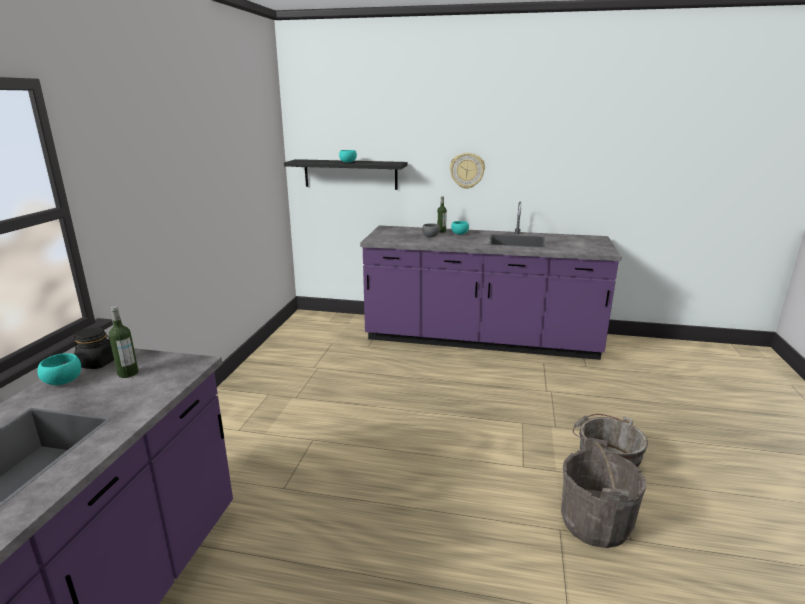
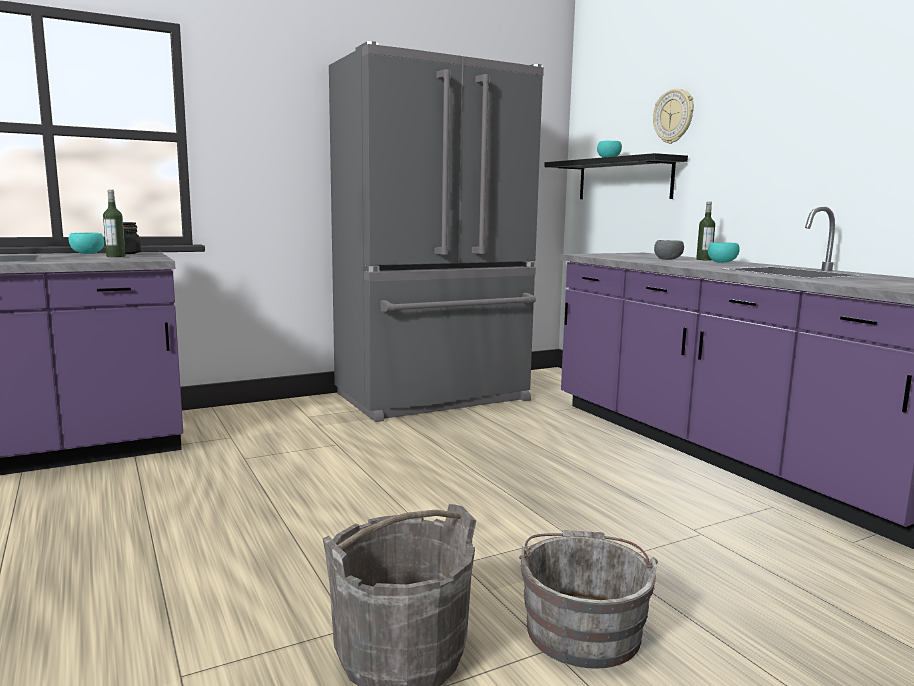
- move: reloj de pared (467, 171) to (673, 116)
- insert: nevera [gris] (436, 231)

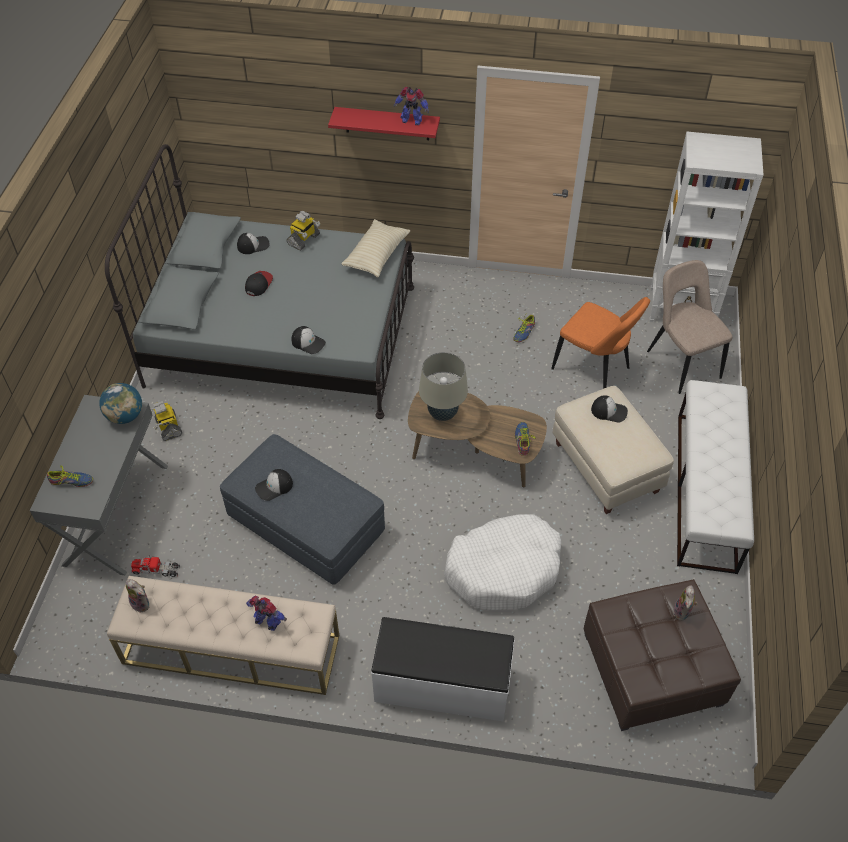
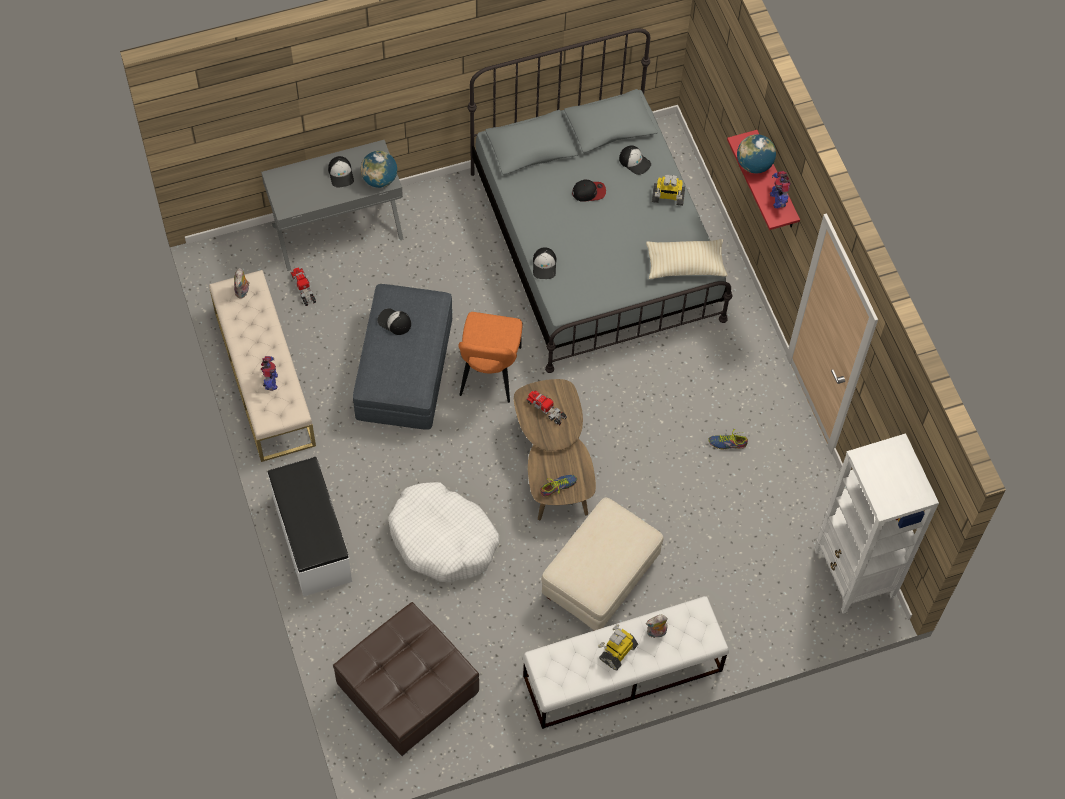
- delete: zapato (70, 476)
- move: robot de juguete (166, 421) to (618, 647)
- replace: lámpara de mesa [beis] (443, 386) to camión de juguete (546, 408)
- move: silla [naranja] (600, 343) to (490, 357)
- move: gorra (609, 408) to (341, 172)
- delete: silla [beis] (689, 327)
- move: peluche (685, 603) to (657, 626)
- insert: globo terráqueo (756, 153)

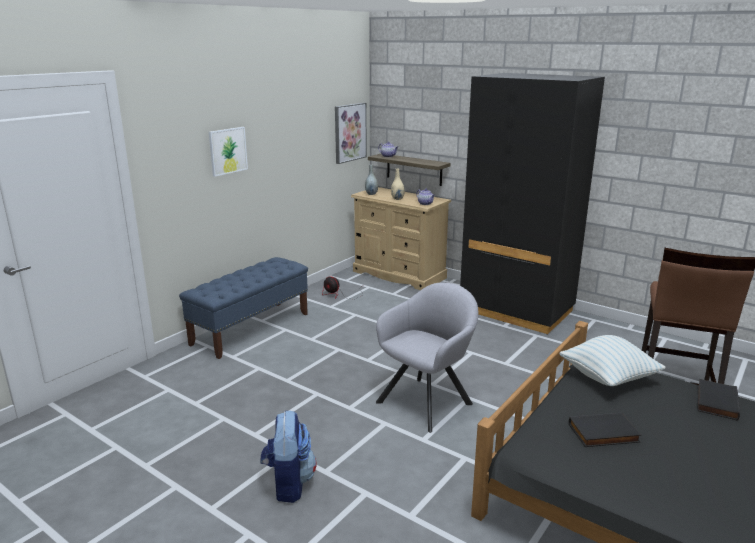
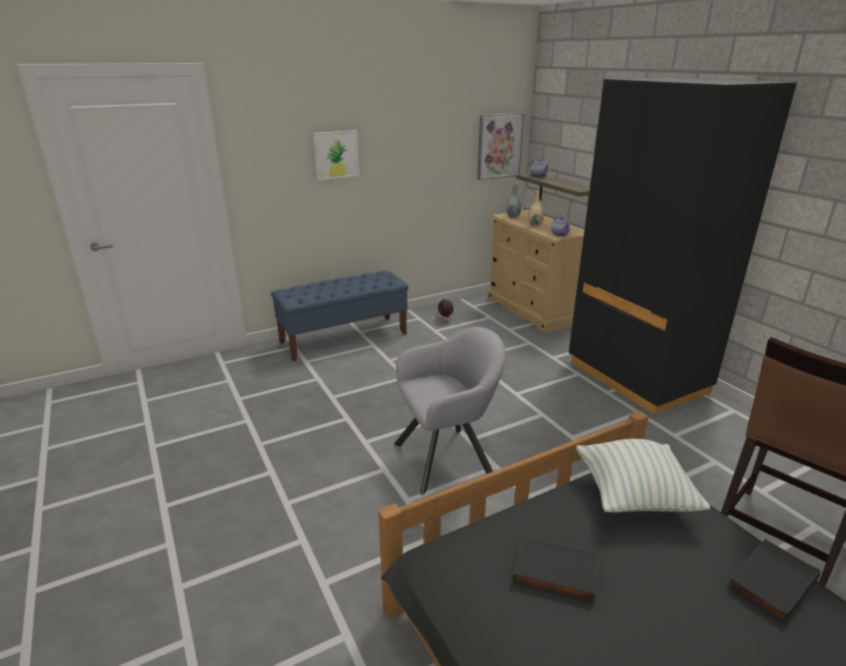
- delete: mochila (289, 457)

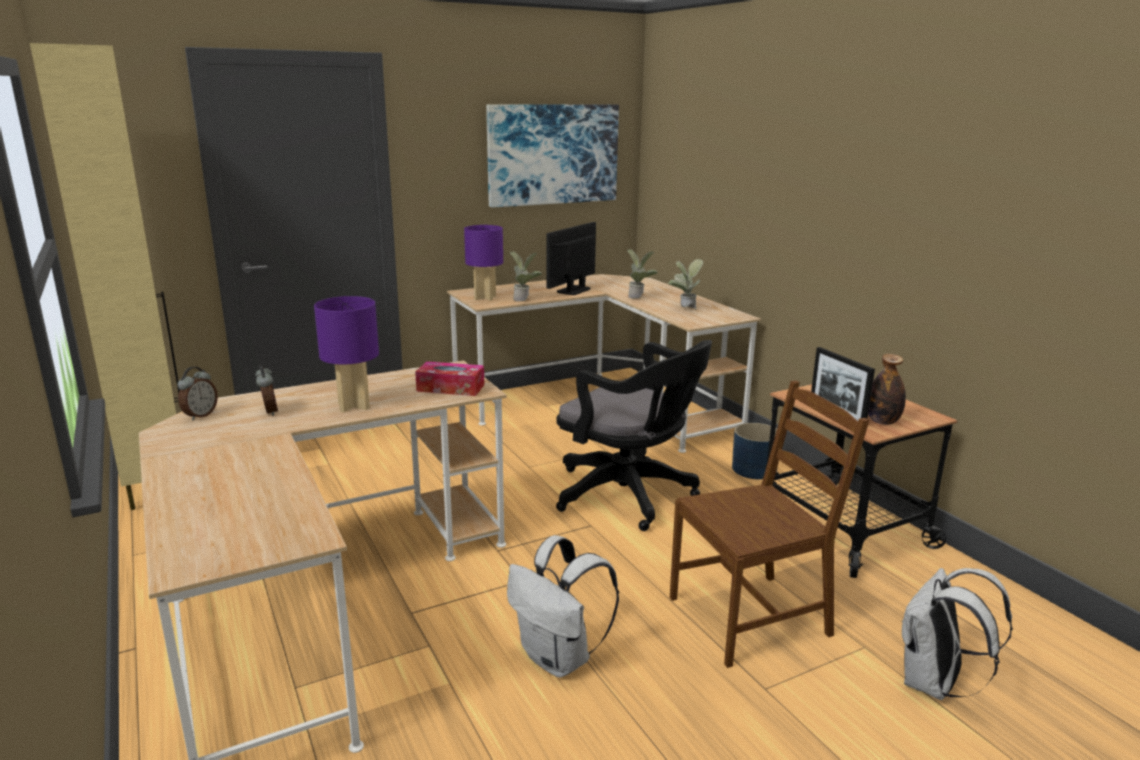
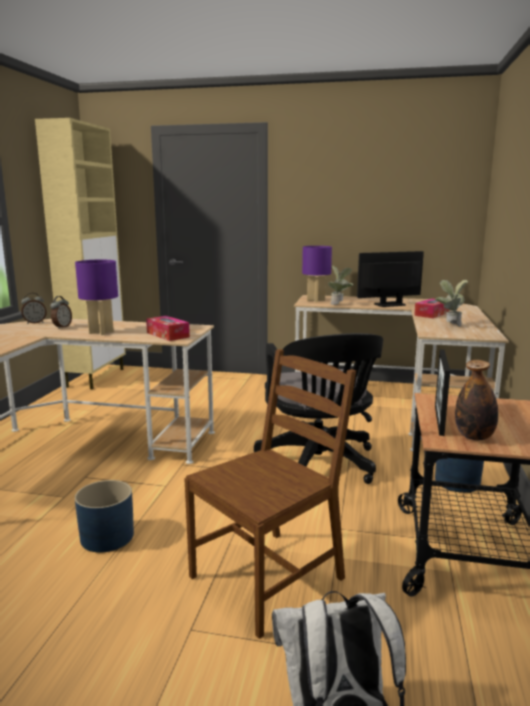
- delete: cuadro (552, 156)
- replace: mochila [blanco] (563, 606) to maceta [azul] (104, 516)
- replace: planta en maceta (642, 274) to caja de pañuelos (431, 308)
- rotate: silla [marrón] (769, 524) = (270, 494) 60 degrees counterclockwise

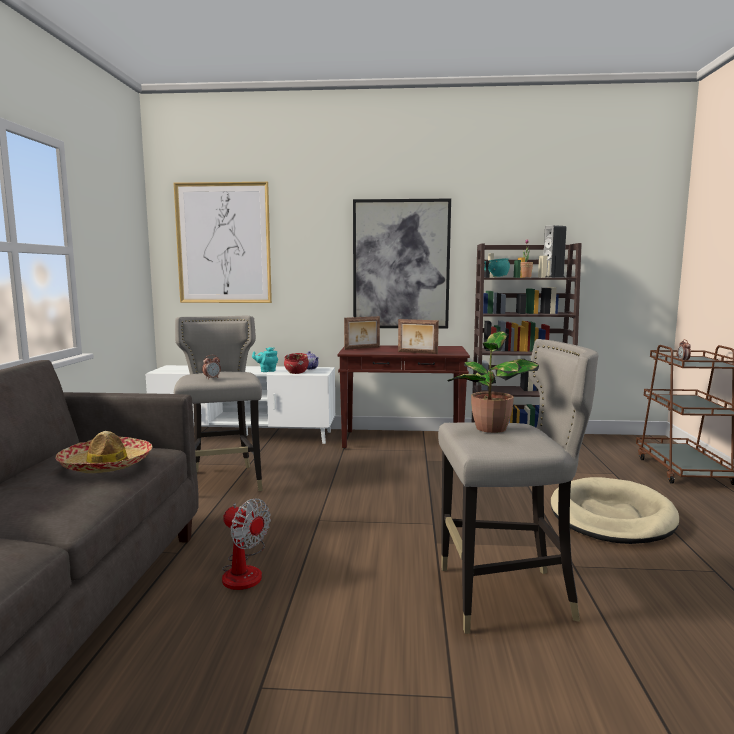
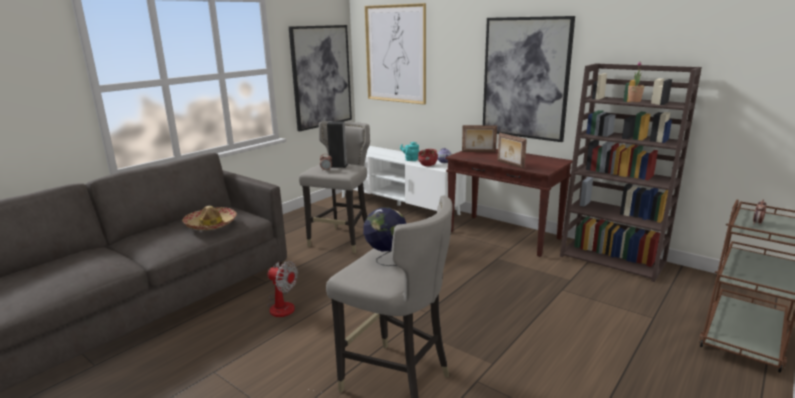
- rotate: ventilador (246, 544) = (282, 289) 45 degrees counterclockwise
- replace: planta en maceta (493, 382) to globo terráqueo (384, 236)
- delete: cuenco [turquesa] (497, 267)
- move: altavoz (555, 251) to (337, 144)
- delete: cama para perro [beis] (614, 510)
- insert: cuadro (320, 78)

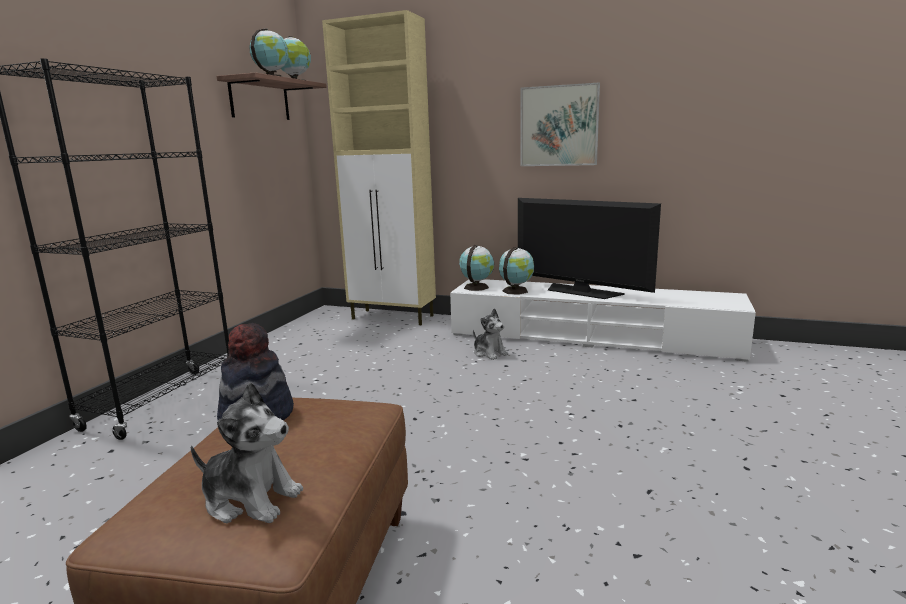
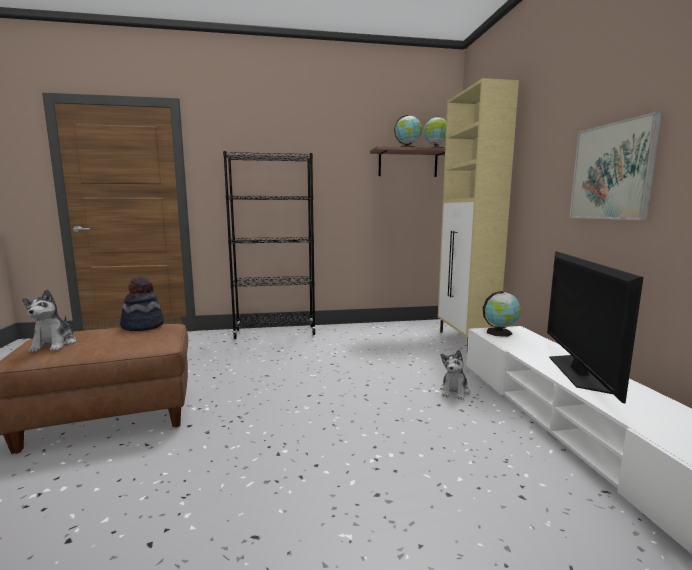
- delete: globo terráqueo (516, 271)

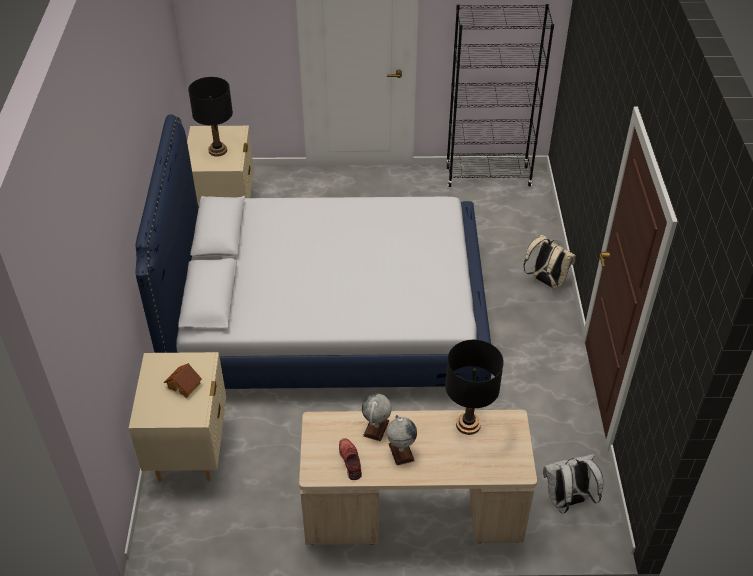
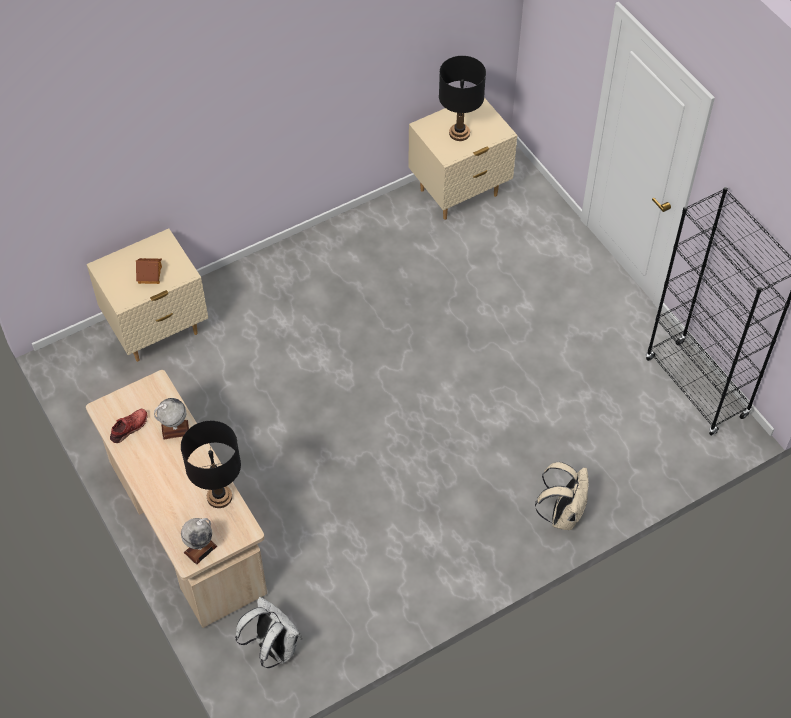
- delete: cama (313, 251)
- move: globo terráqueo (402, 440) to (199, 541)

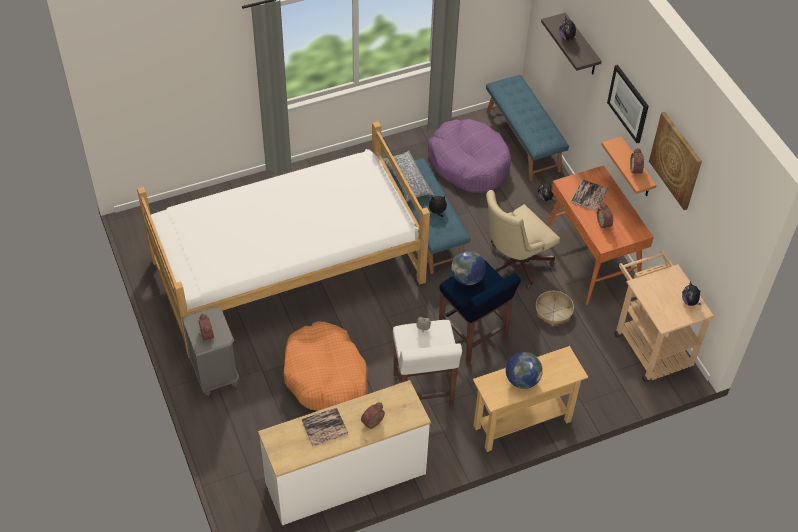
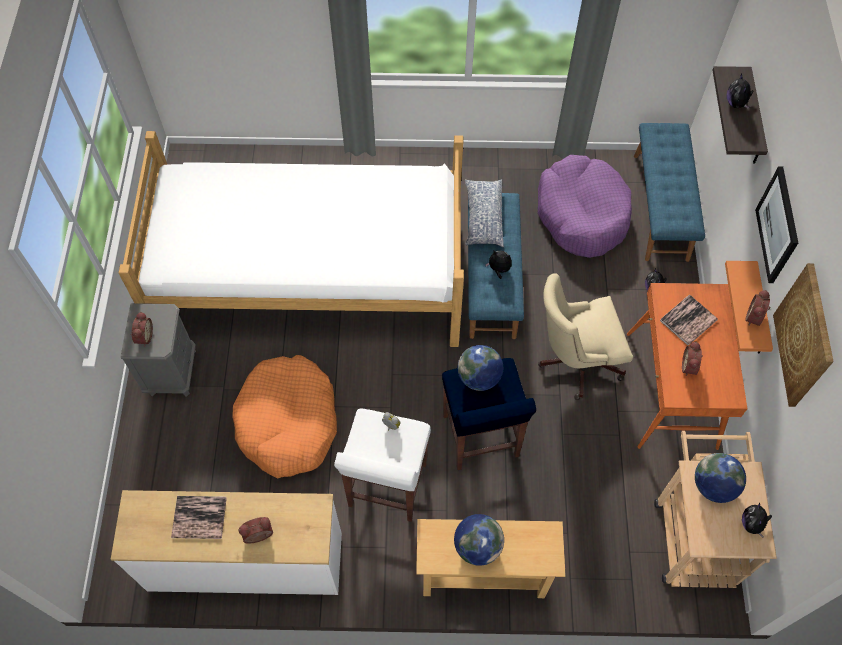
- delete: cesta (555, 308)
- insert: globo terráqueo (720, 478)

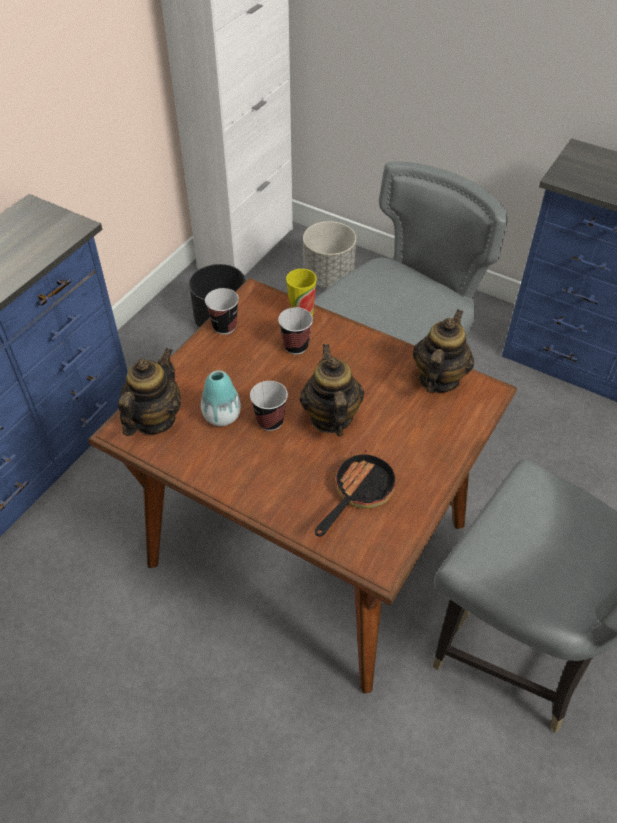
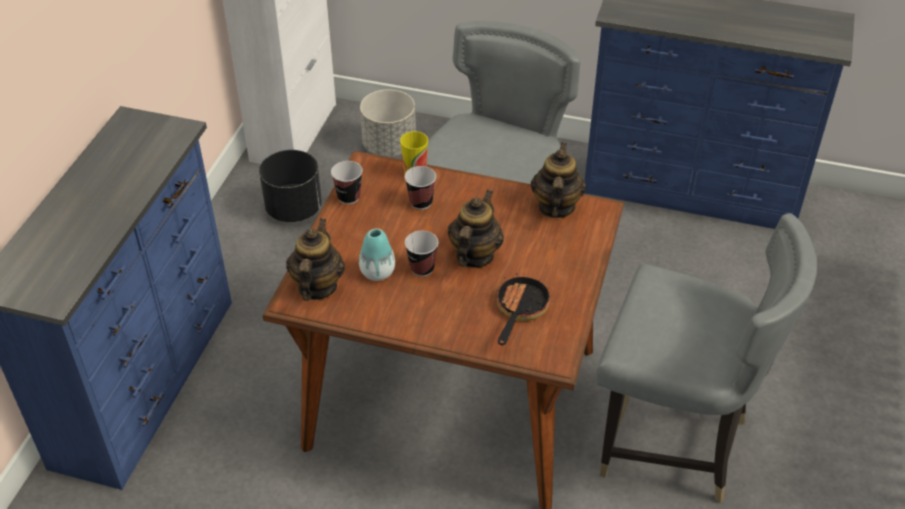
- rotate: tetera (332, 390) = (476, 229) 45 degrees clockwise

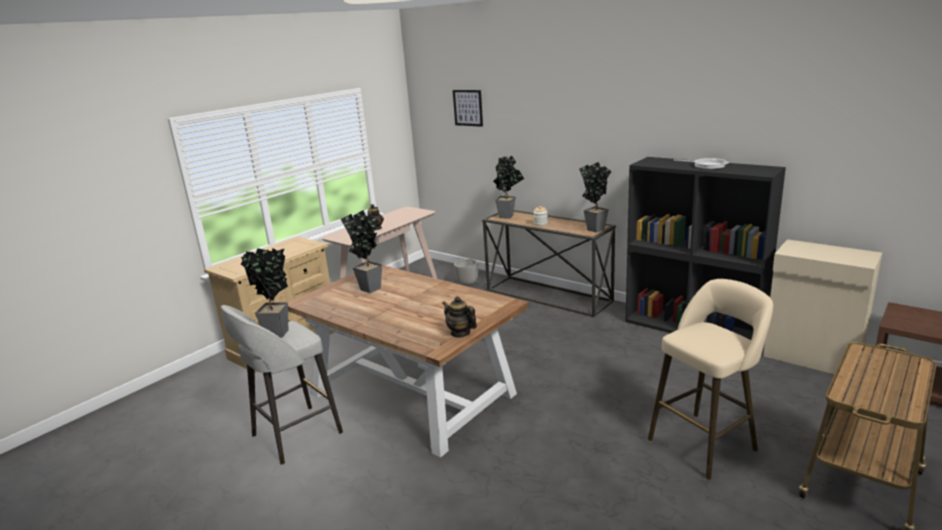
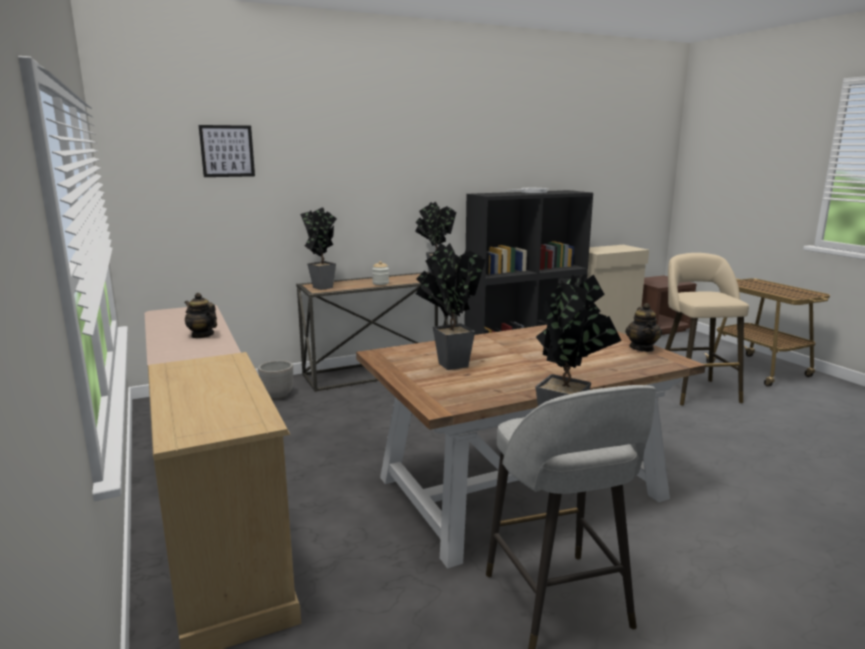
- rotate: tetera (459, 317) = (643, 327) 60 degrees counterclockwise

